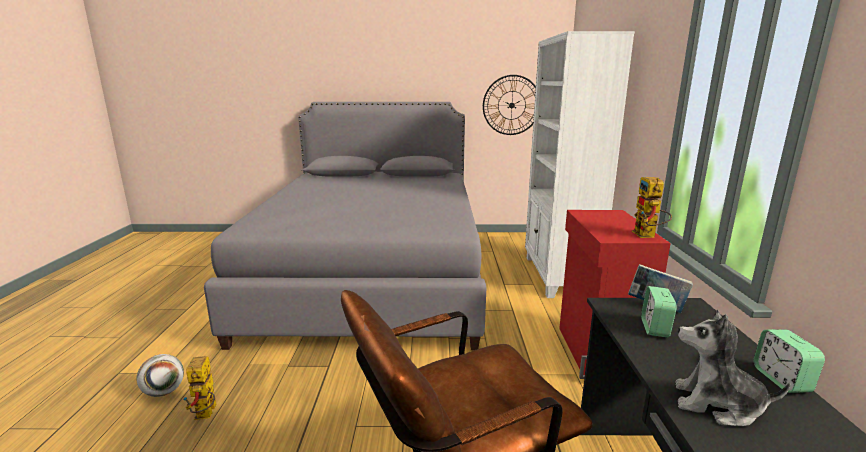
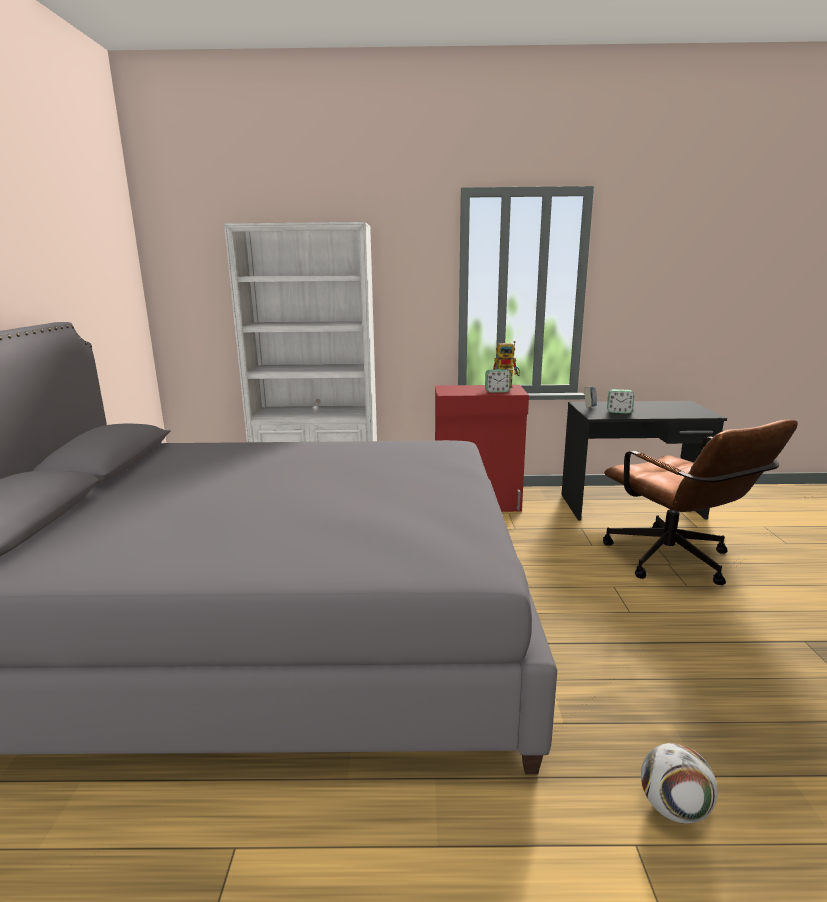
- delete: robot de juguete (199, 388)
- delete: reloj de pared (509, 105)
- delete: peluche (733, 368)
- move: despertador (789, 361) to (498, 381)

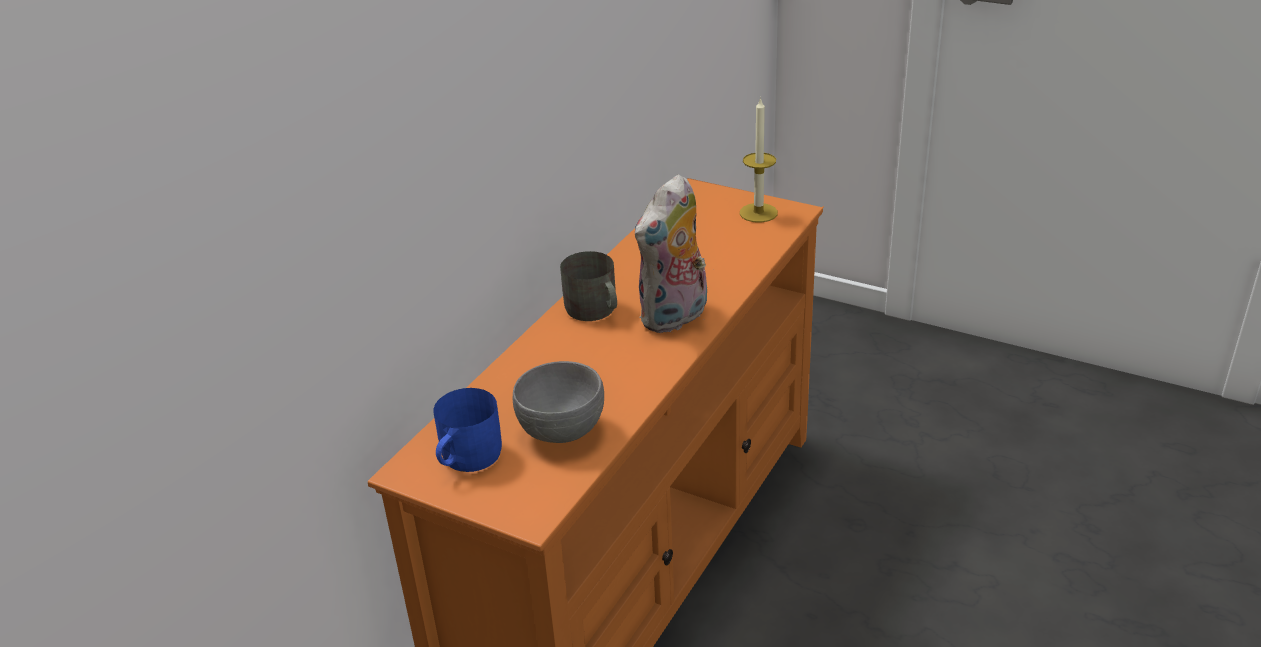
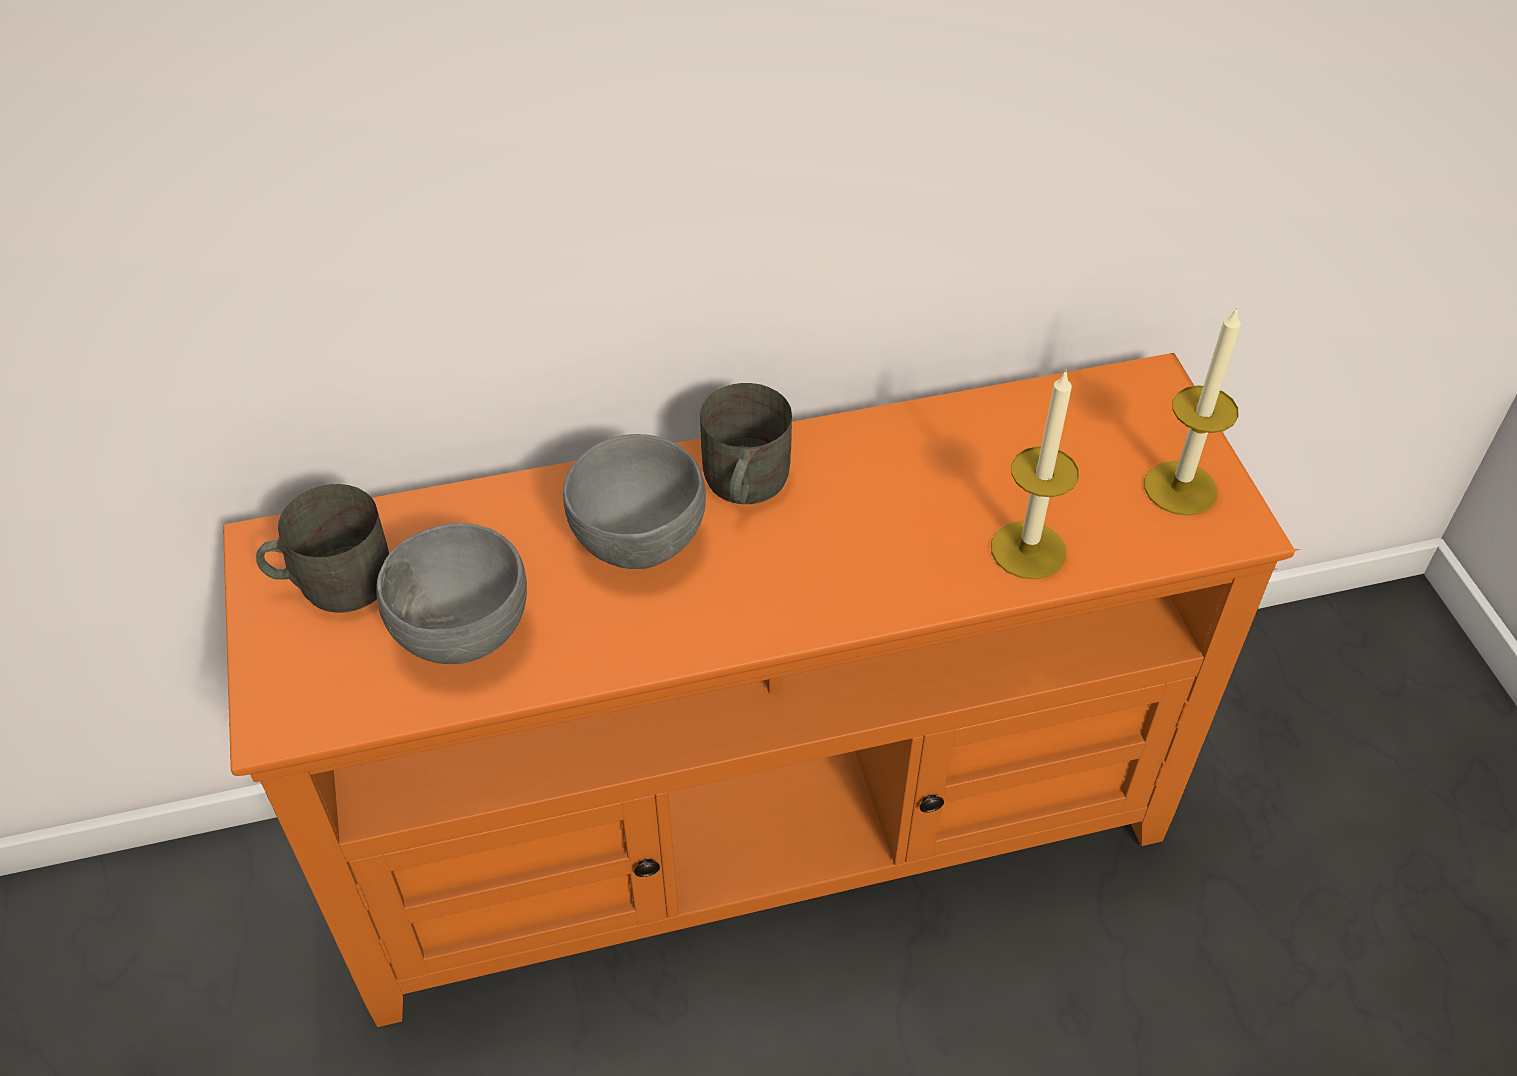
- recolor: taza grande [azul] (468, 430) to taza grande [gris] (322, 548)
- delete: peluche (671, 253)
- insert: cuenco [gris] (634, 501)
- insert: vela (1035, 474)

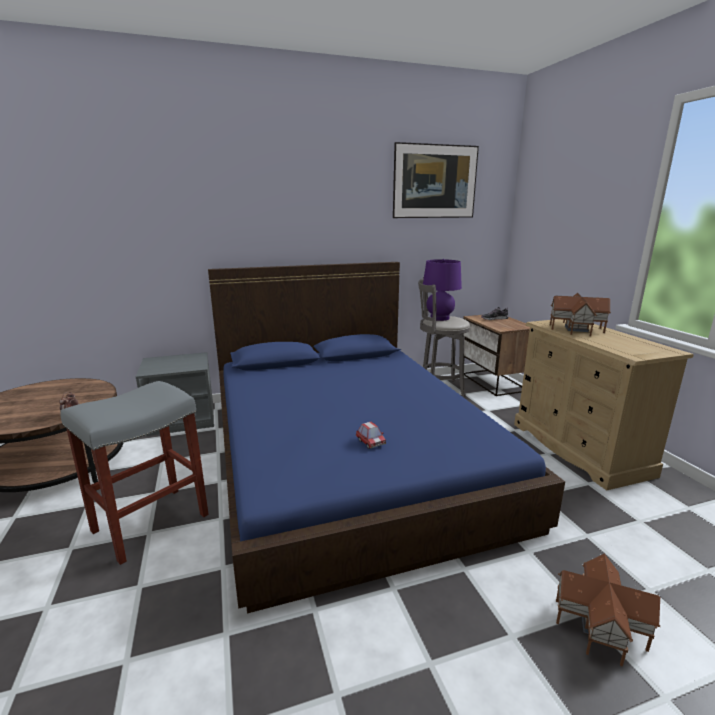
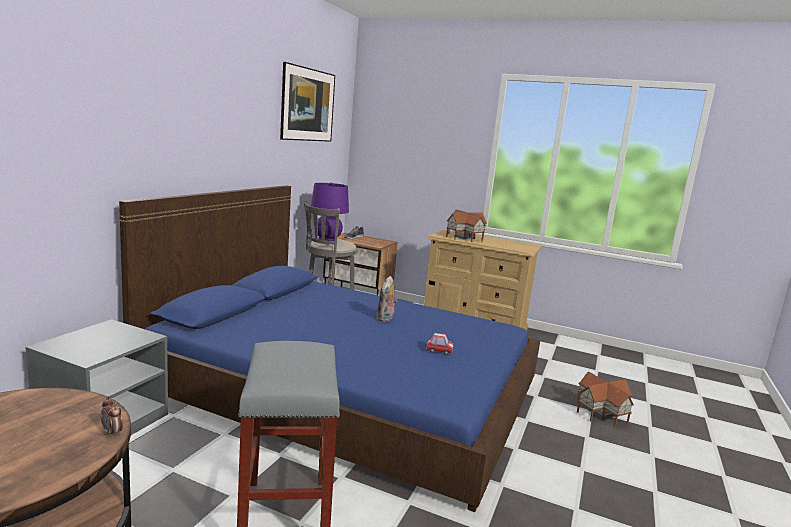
- insert: peluche (386, 299)

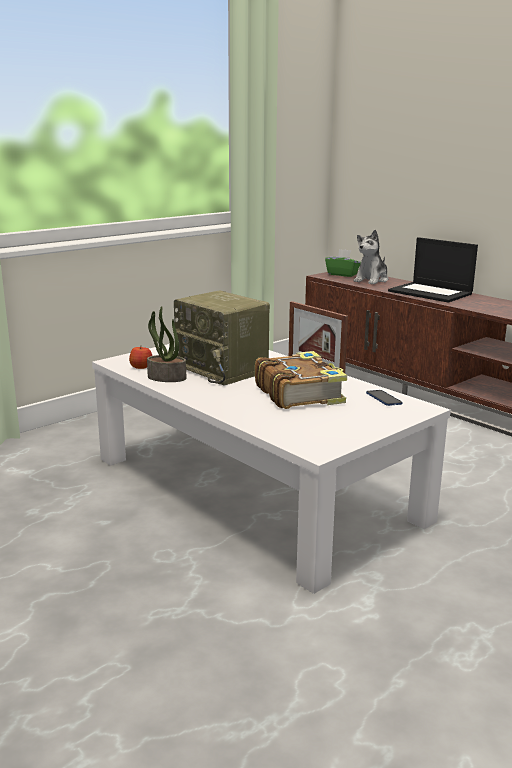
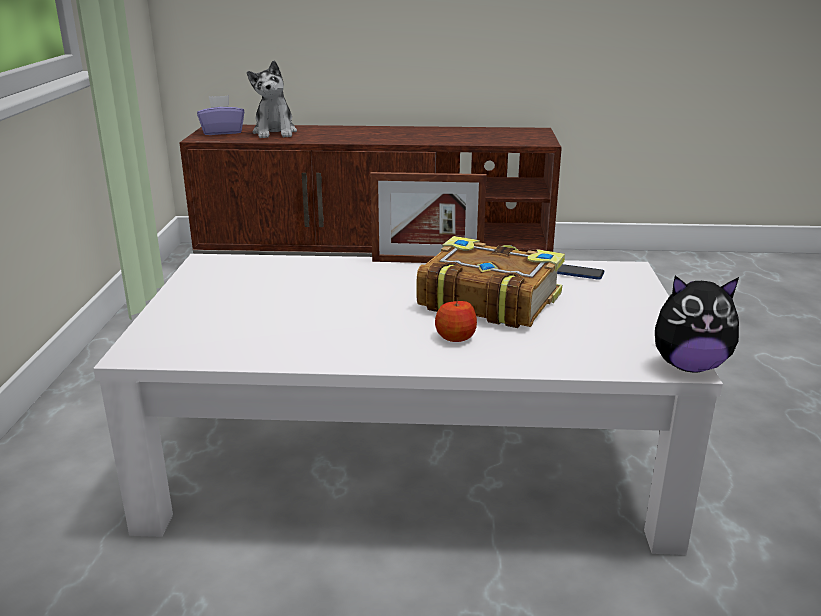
- move: manzana (140, 358) to (456, 320)
- delete: planta en maceta (166, 344)
- delete: radio (222, 338)
- recolor: caja de pañuelos [verde] (343, 263) to caja de pañuelos [morado] (220, 115)
- delete: portátil (433, 269)
- insert: peluche (697, 324)

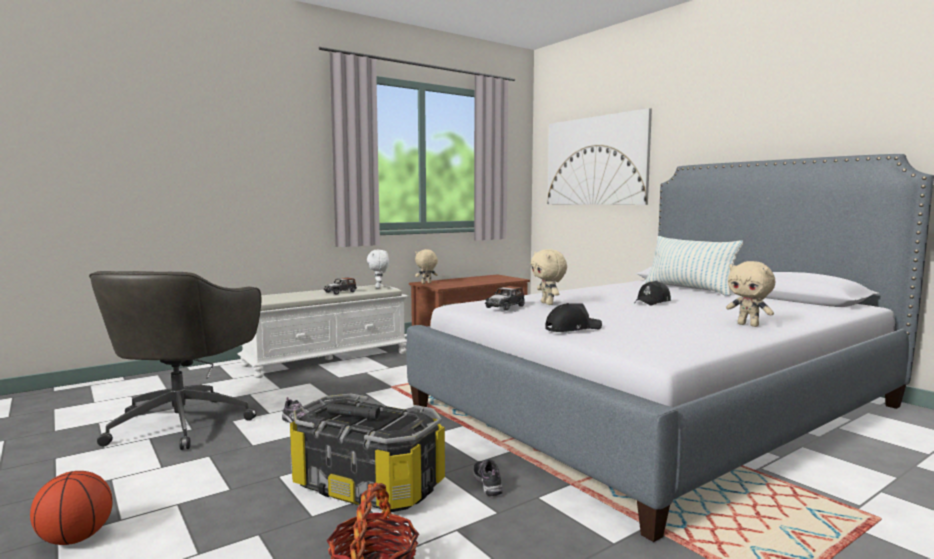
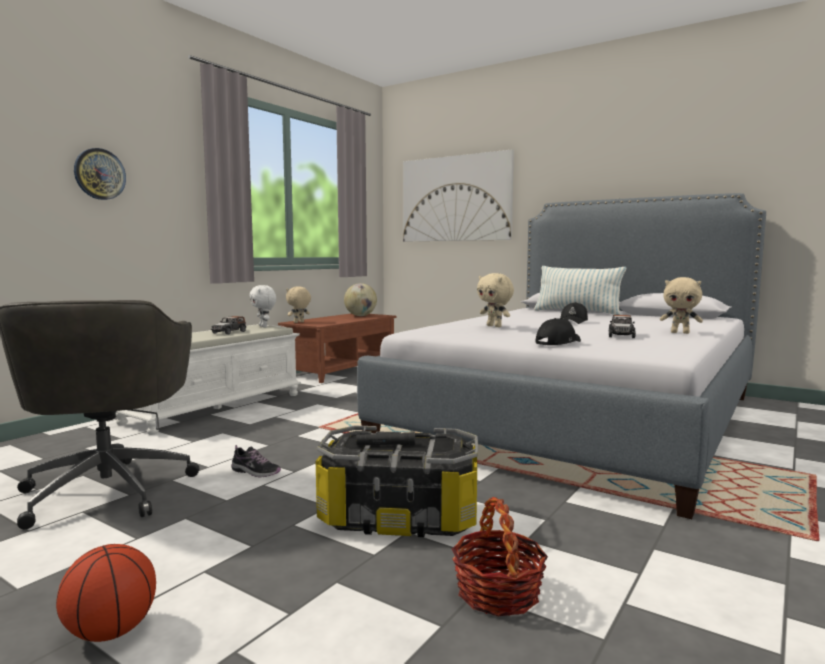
- delete: zapato (488, 477)
- move: coche de juguete (505, 298) to (622, 326)
- insert: reloj de pared (100, 174)
- insert: globo terráqueo (360, 299)

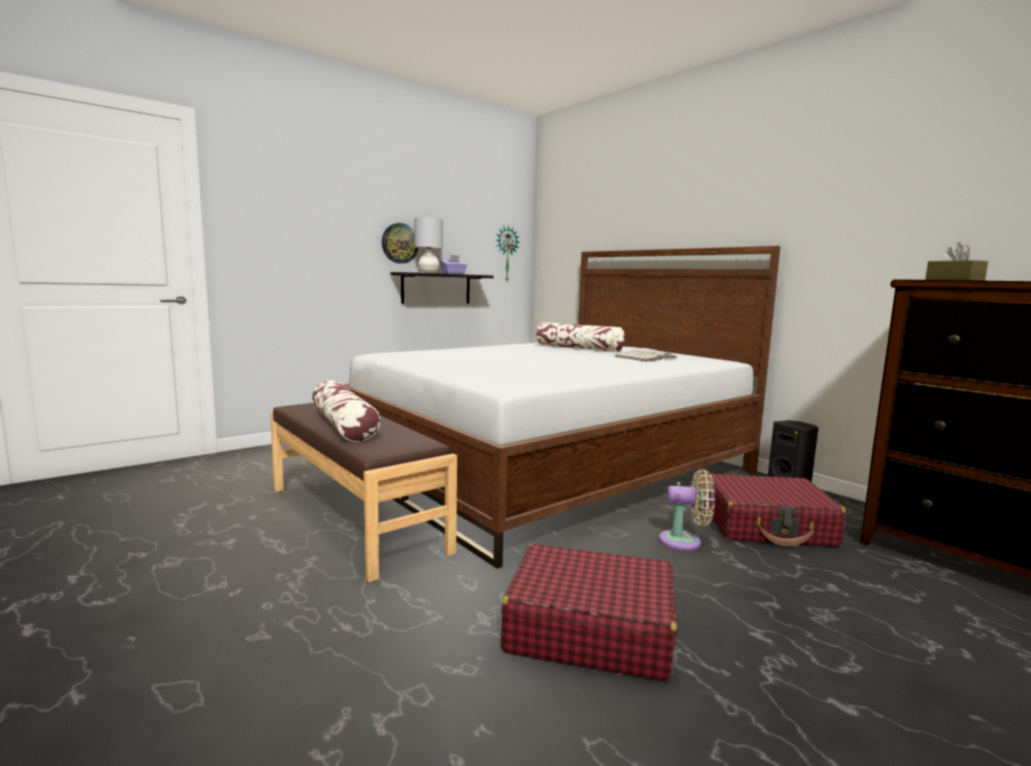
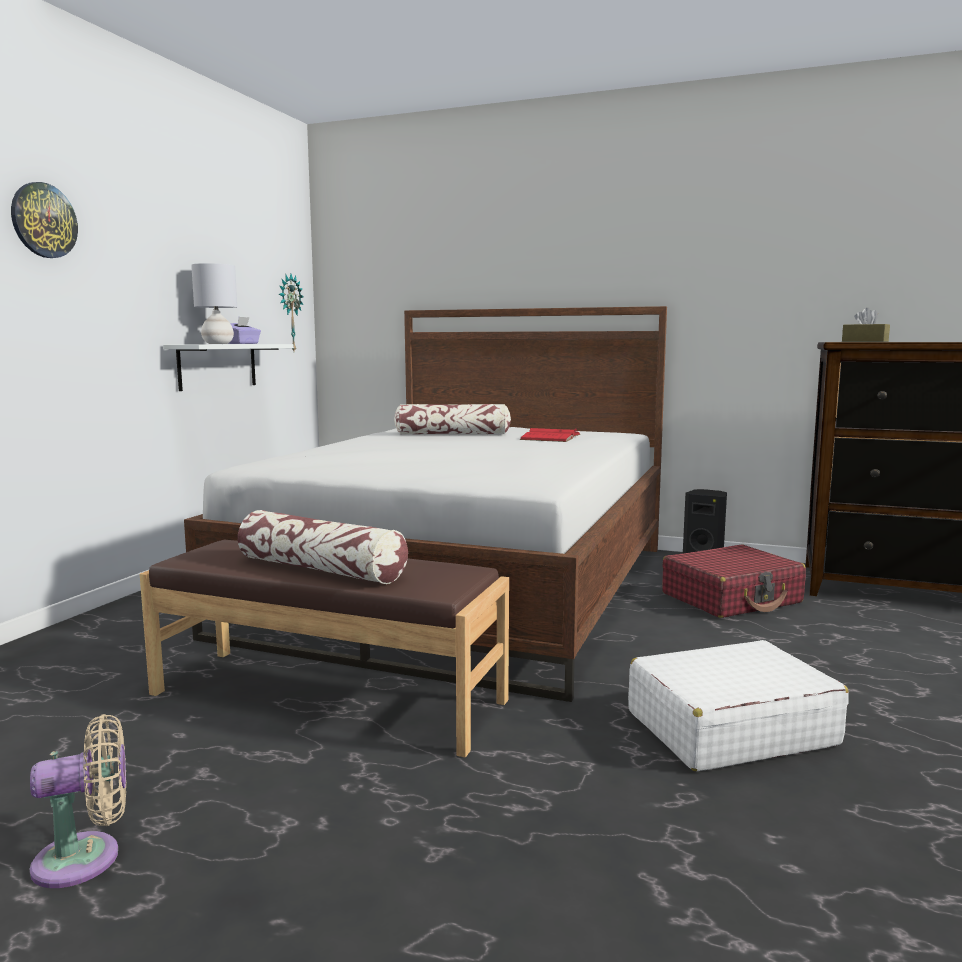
- move: reloj de pared (400, 243) to (44, 220)
- recolor: estante [negro] (441, 288) to estante [blanco] (228, 367)
- recolor: maleta [rojo] (589, 612) to maleta [blanco] (738, 705)
- recolor: libro [blanco] (646, 354) to libro [rojo] (550, 435)
- move: ventilador [beis] (687, 510) to (77, 801)

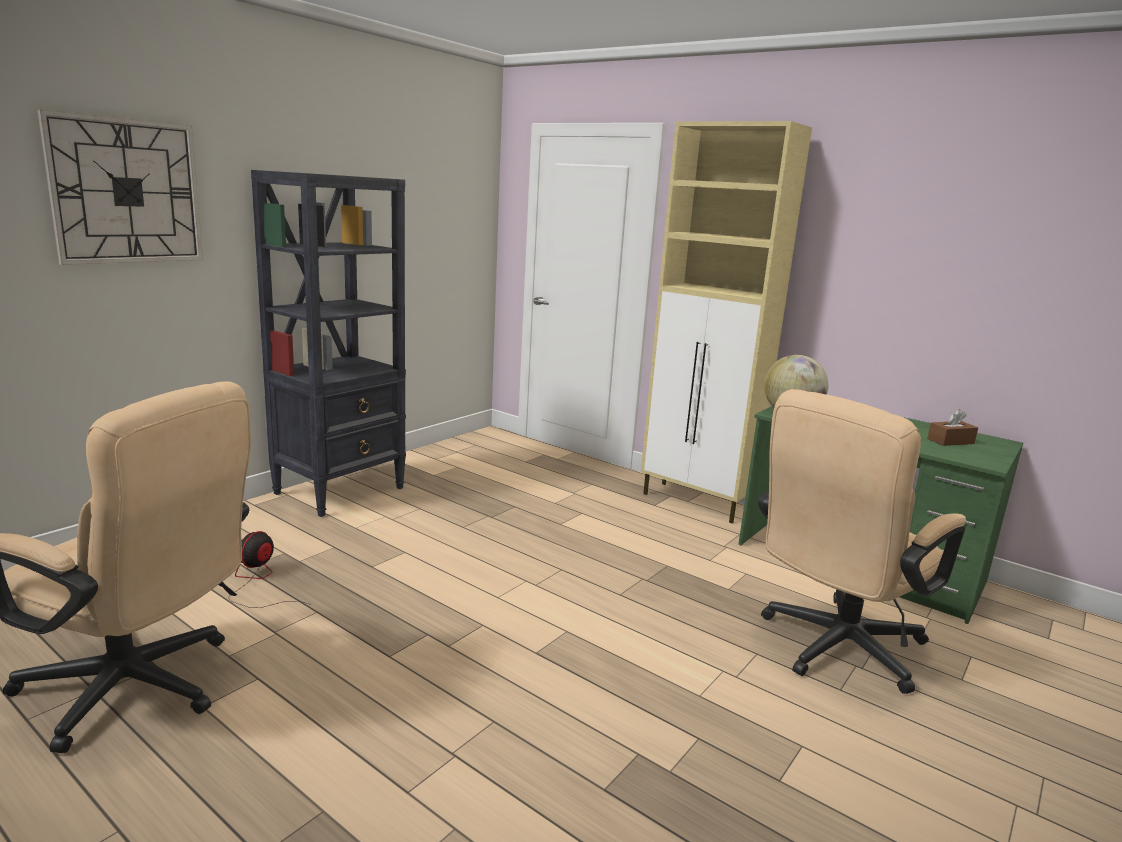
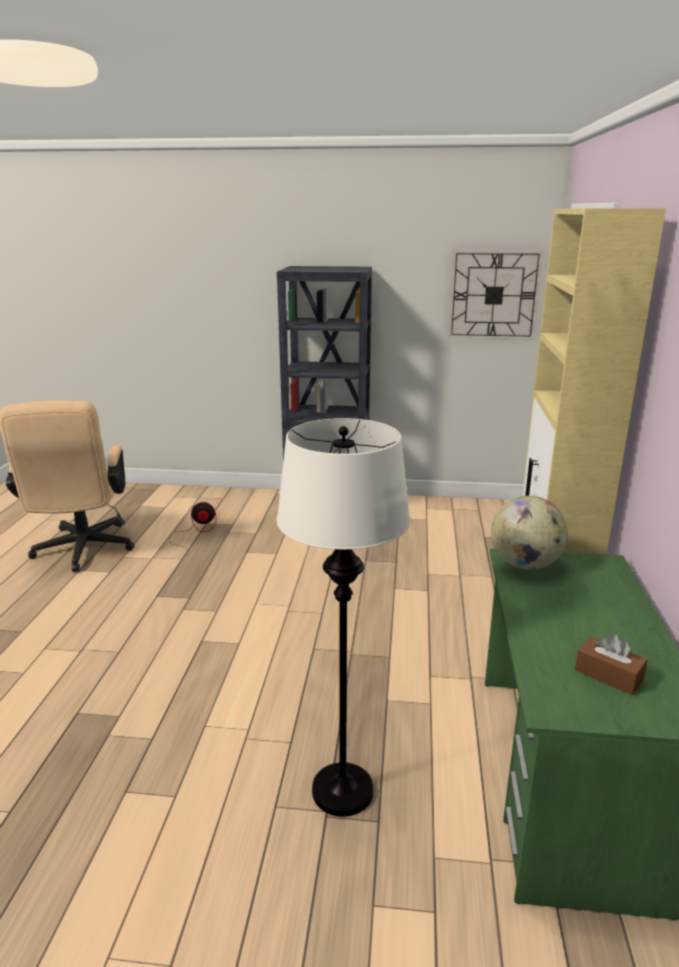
- move: reloj de pared (120, 187) to (496, 295)
- replace: silla de oficina [beis] (862, 541) to lámpara de pie [blanco] (343, 617)

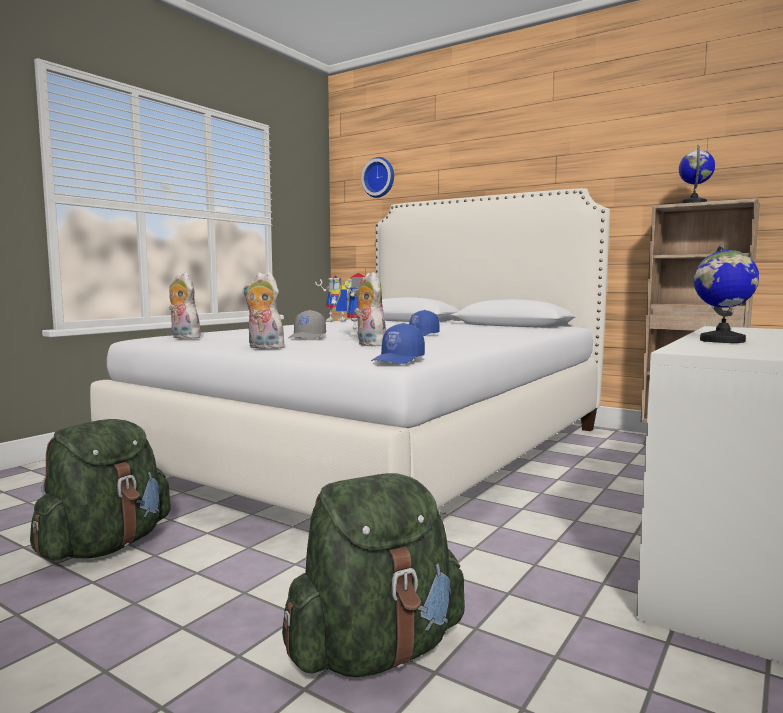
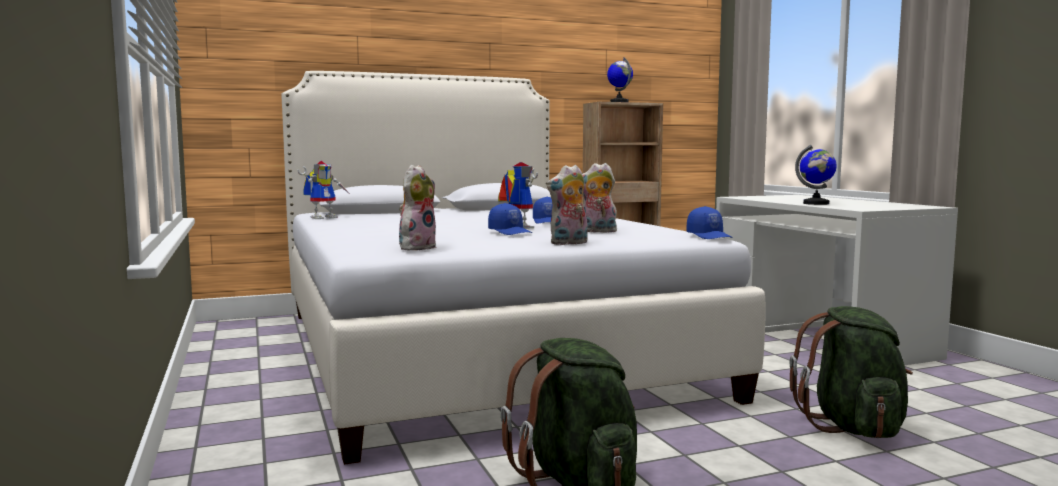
- rotate: peluche (185, 305) = (417, 207) 135 degrees clockwise
- recolor: gorra [gris] (307, 324) to gorra [azul] (510, 219)
- delete: reloj de pared (377, 177)

